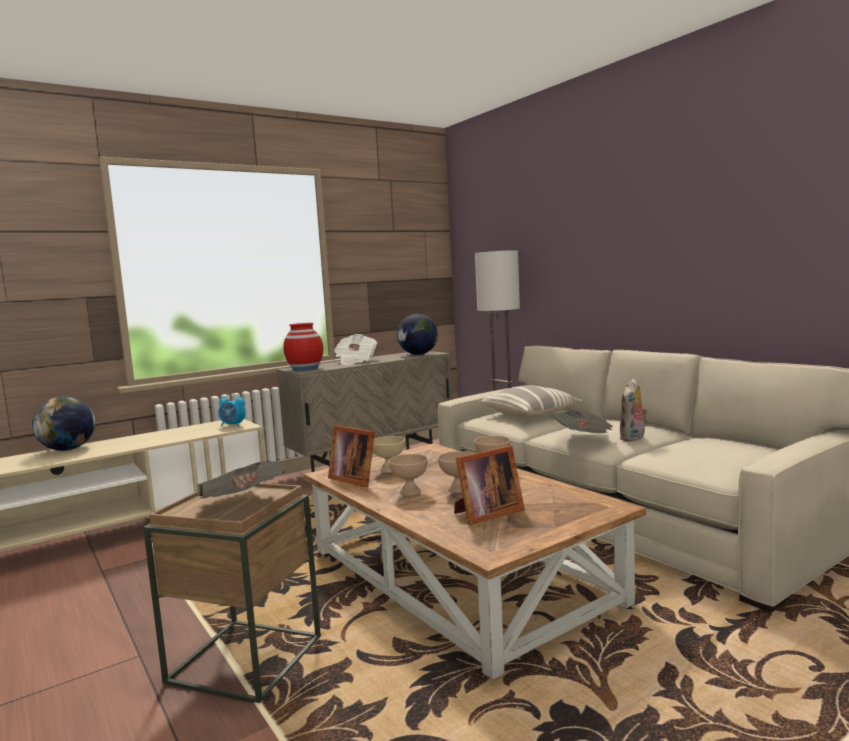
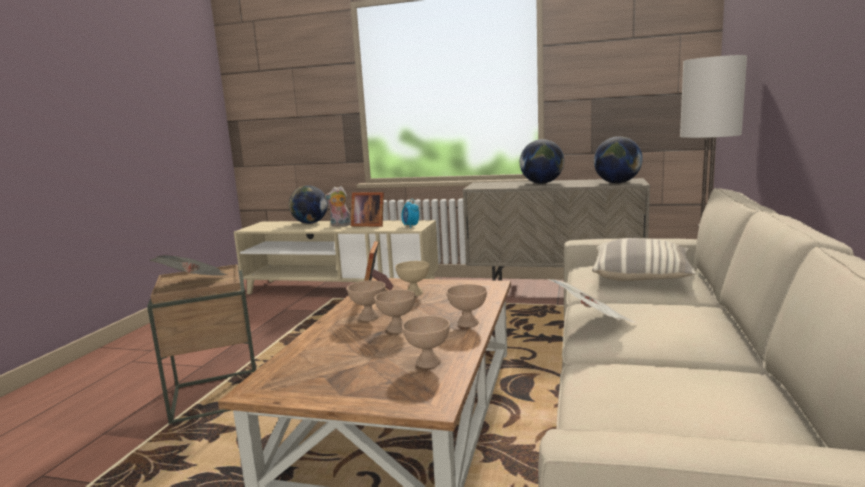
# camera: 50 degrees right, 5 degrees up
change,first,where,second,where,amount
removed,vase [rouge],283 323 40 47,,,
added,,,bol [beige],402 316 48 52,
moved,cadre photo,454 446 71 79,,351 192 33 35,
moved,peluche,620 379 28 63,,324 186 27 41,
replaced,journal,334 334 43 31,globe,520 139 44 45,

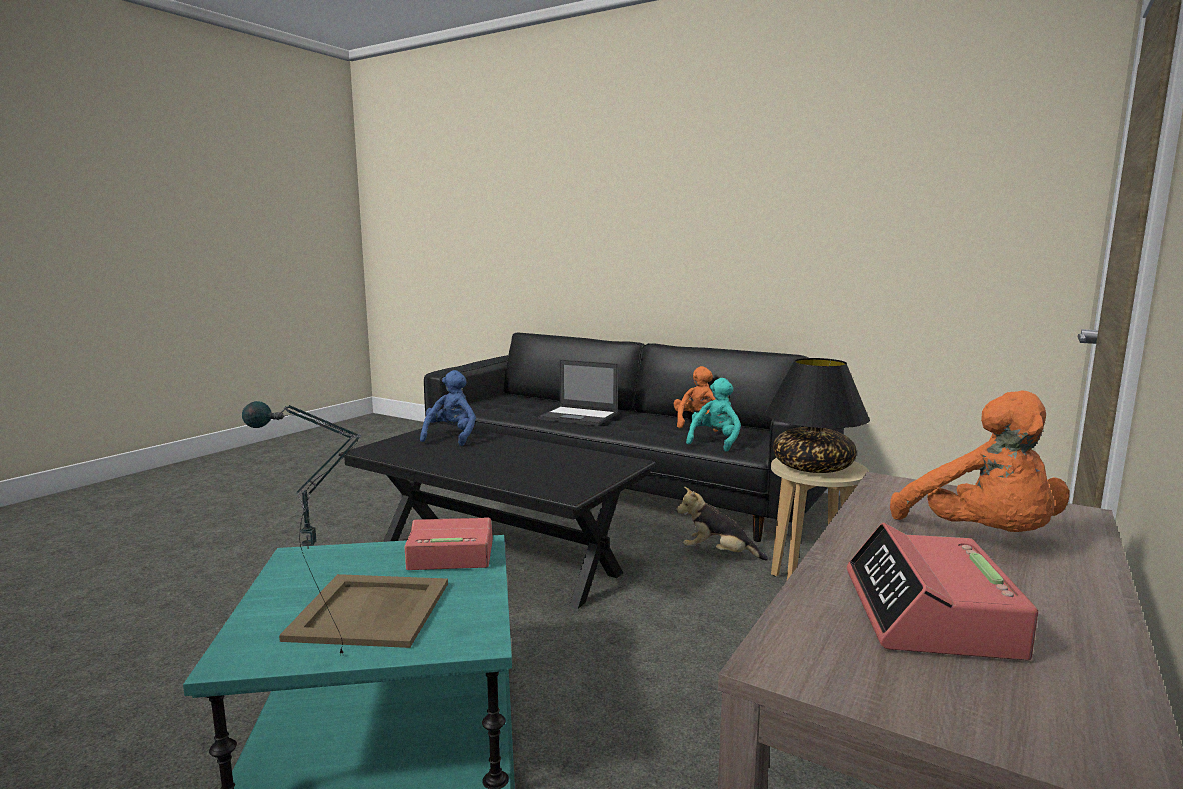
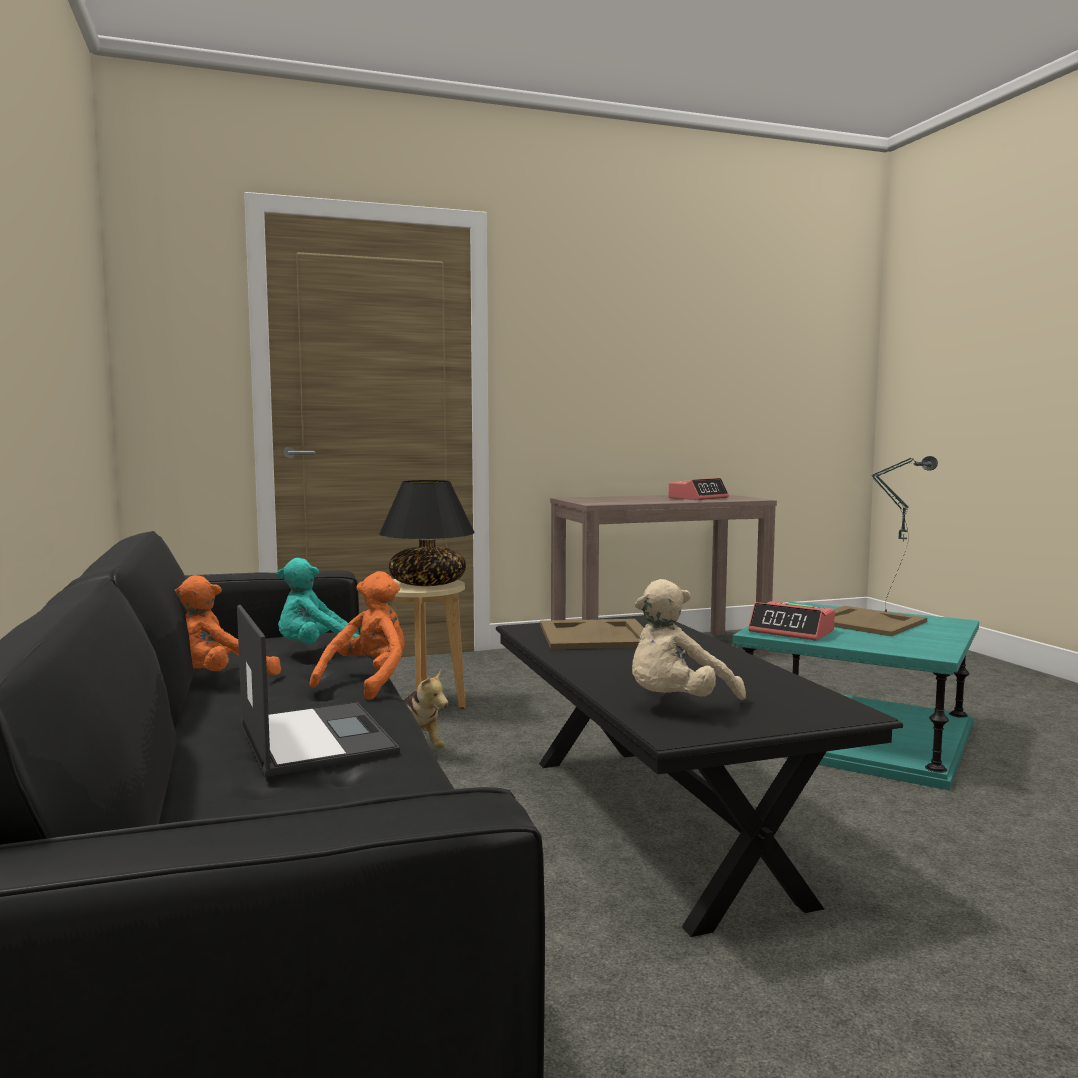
# camera: 140 degrees left, 5 degrees down
change,first,where,second,where,amount
added,,,plateau [beige],540 619 104 30,
moved,peluche [orange],890 390 180 142,,309 571 95 129,
recoloured,peluche [bleu],420 370 56 76,peluche [beige],632 579 114 121,

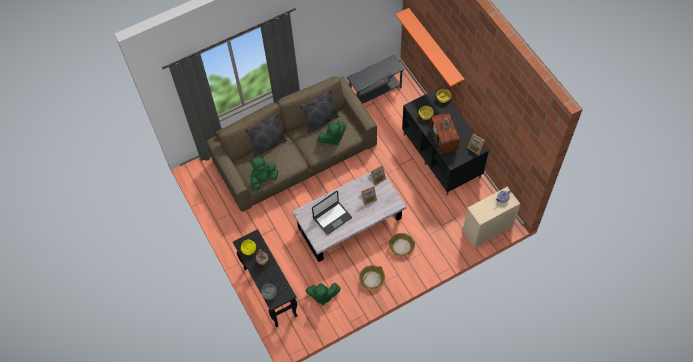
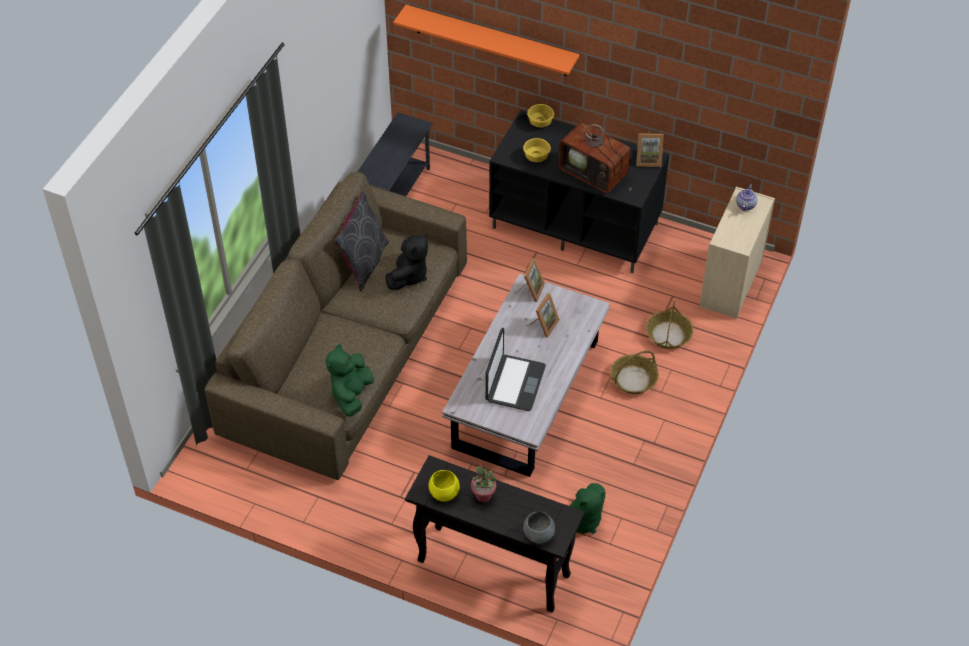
# camera: 40 degrees left, 10 degrees down
change,first,where,second,where,amount
removed,coussin [gris],245 113 42 44,,,
moved,panier,359 265 26 25,,646 301 47 48,
recoloured,peluche [vert],317 121 29 24,peluche [noir],385 233 43 57,

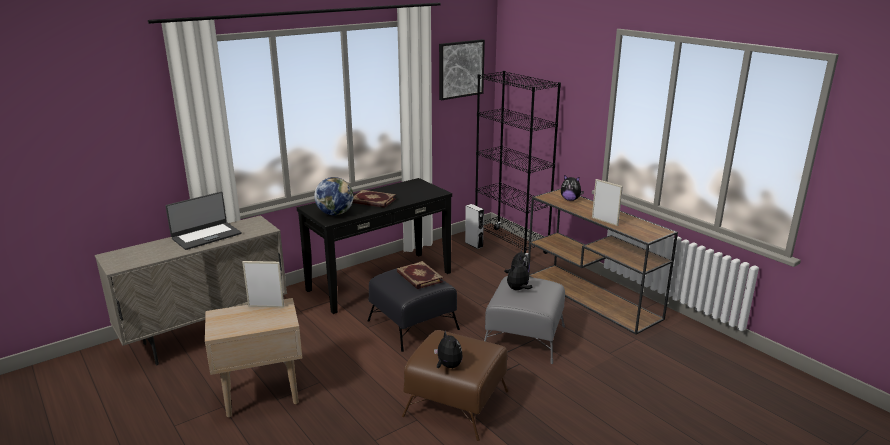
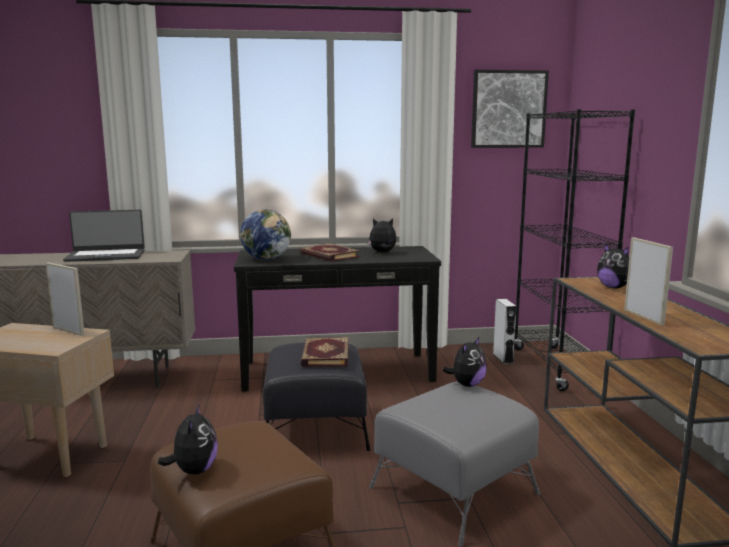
# camera: 30 degrees right, 10 degrees down
change,first,where,second,where,amount
moved,peluche,507 261 26 29,,367 219 29 33,

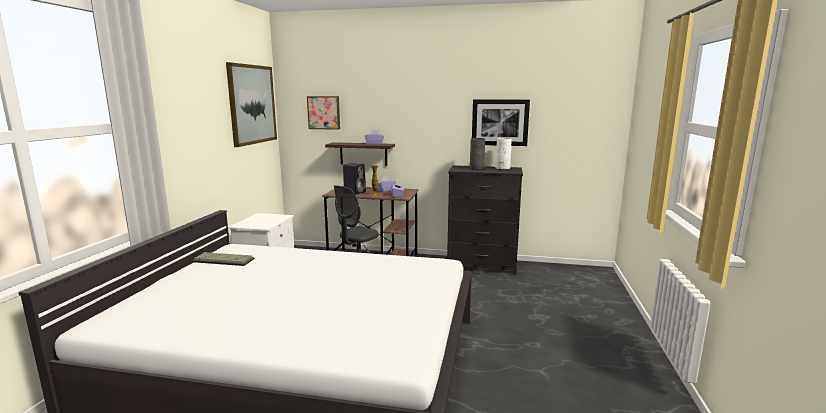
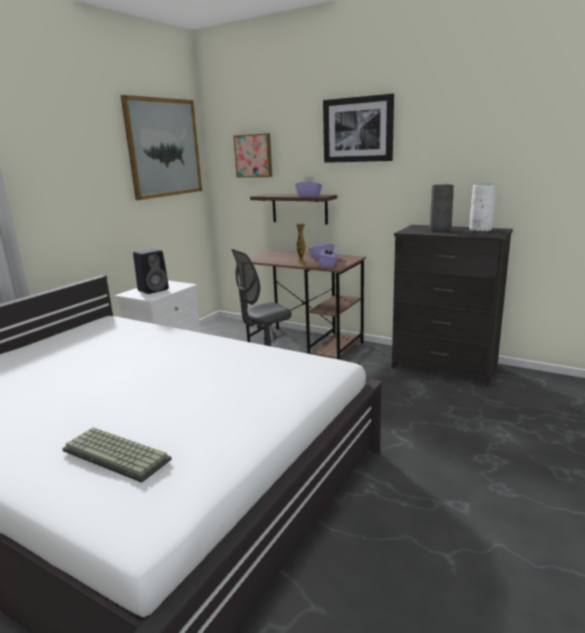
# camera: 20 degrees right, 5 degrees up
change,first,where,second,where,amount
moved,clavier,193 252 62 14,,62 427 110 56,
moved,enceinte [noir],343 163 23 32,,133 248 36 46,
moved,tableau,472 99 58 47,,323 94 71 69,

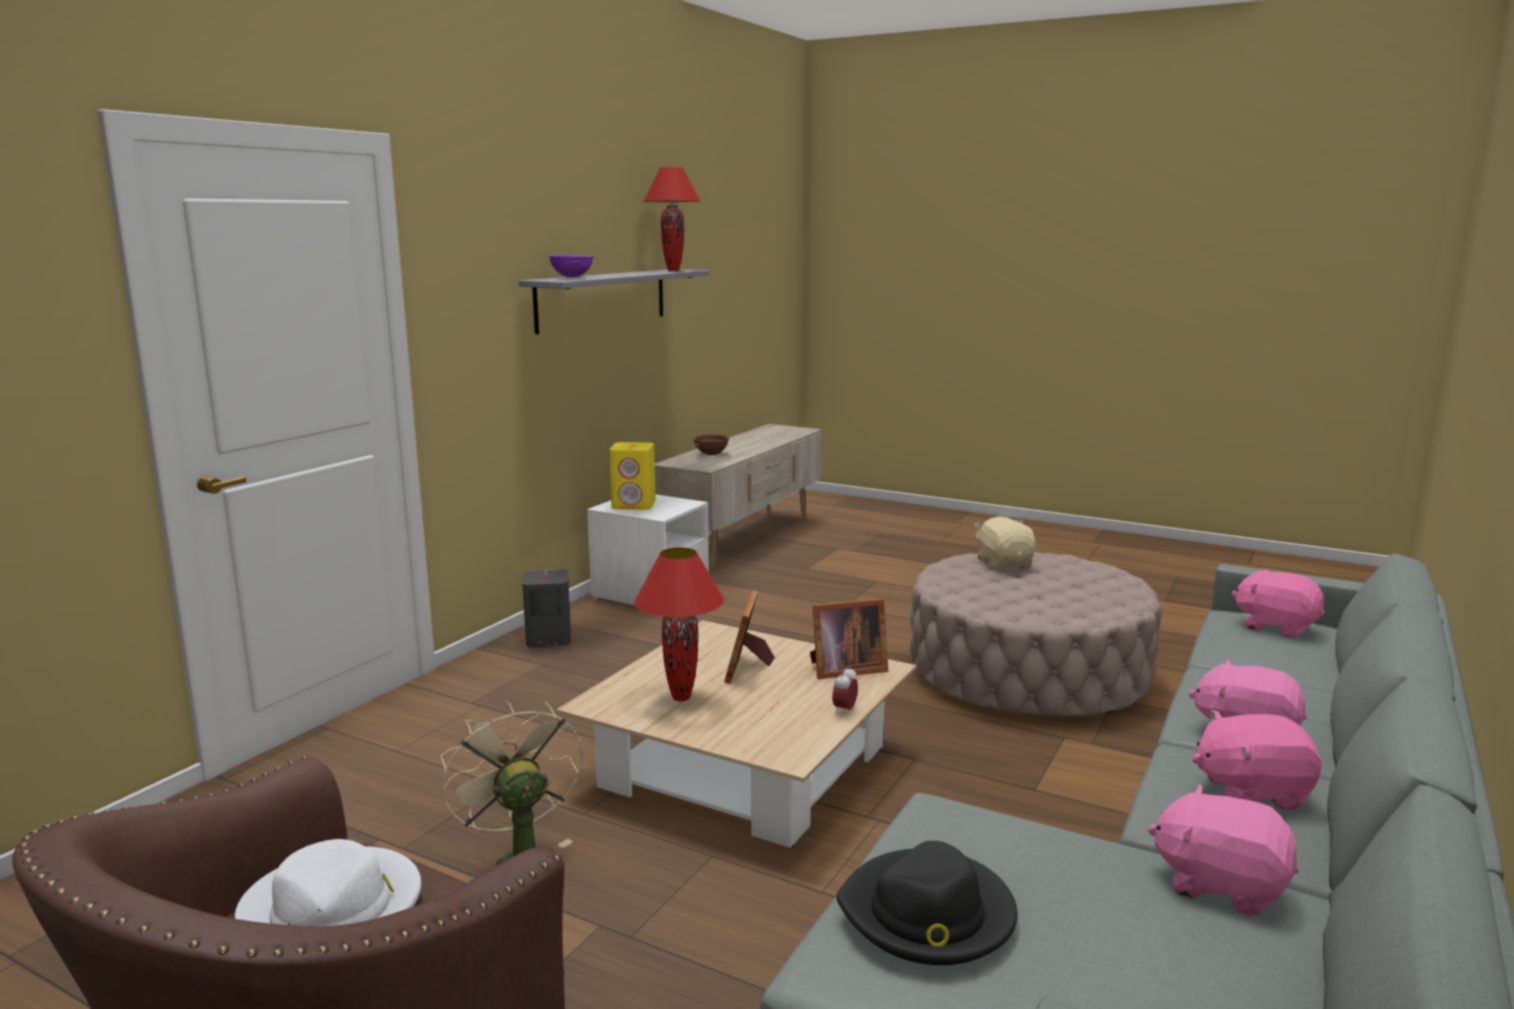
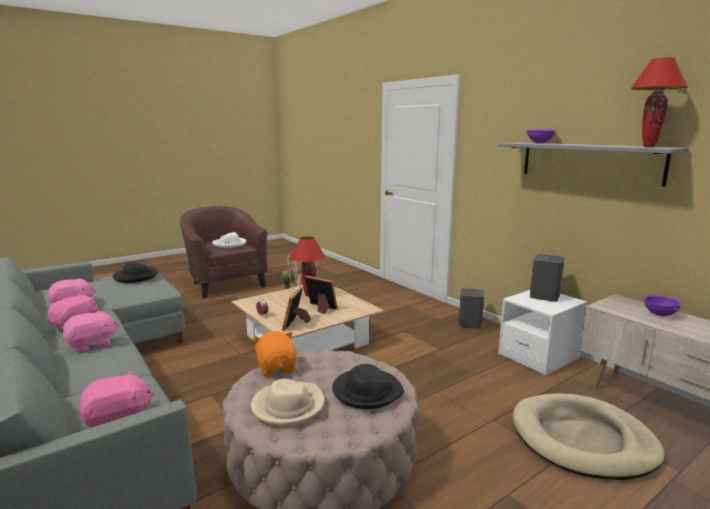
# camera: 115 degrees right, 0 degrees up
change,first,where,second,where,amount
added,,,chapeau [beige],251 379 74 47,
added,,,peluche [orange],252 331 45 45,
added,,,panier pour chien [beige],512 393 153 87,
replaced,peluche [beige],974 517 62 53,chapeau [noir],332 364 72 45,
recoloured,enceinte [jaune],609 442 47 68,enceinte [gris],530 254 34 48,
recoloured,bol [marron],693 434 36 21,bol [violet],643 295 39 21,

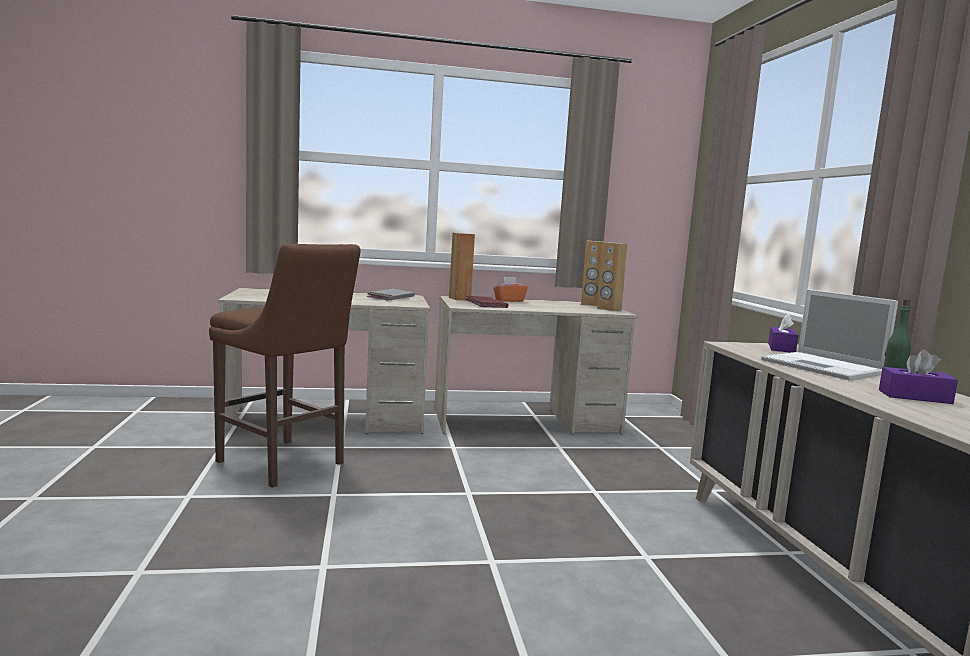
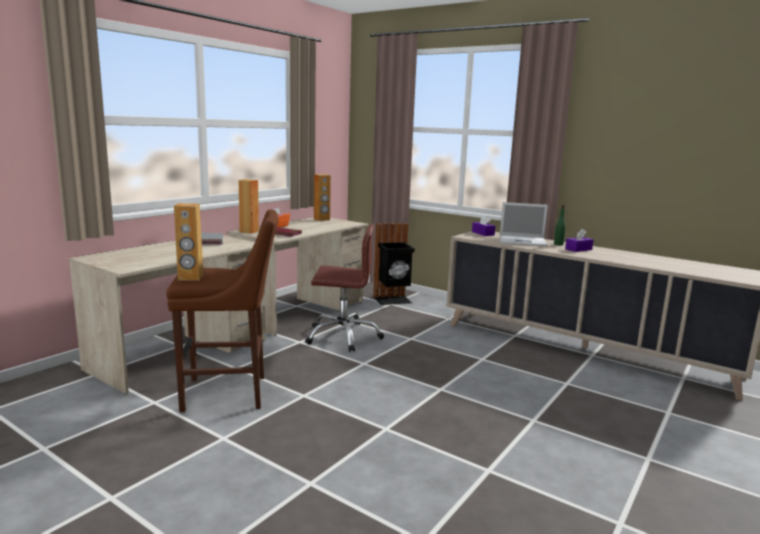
# camera: 45 degrees left, 5 degrees up
change,first,where,second,where,amount
added,,,chaise de bureau [marron],305 224 79 128,
added,,,poubelle [noir],373 223 42 82,
moved,enceinte [marron],597 242 30 69,,174 203 30 78,

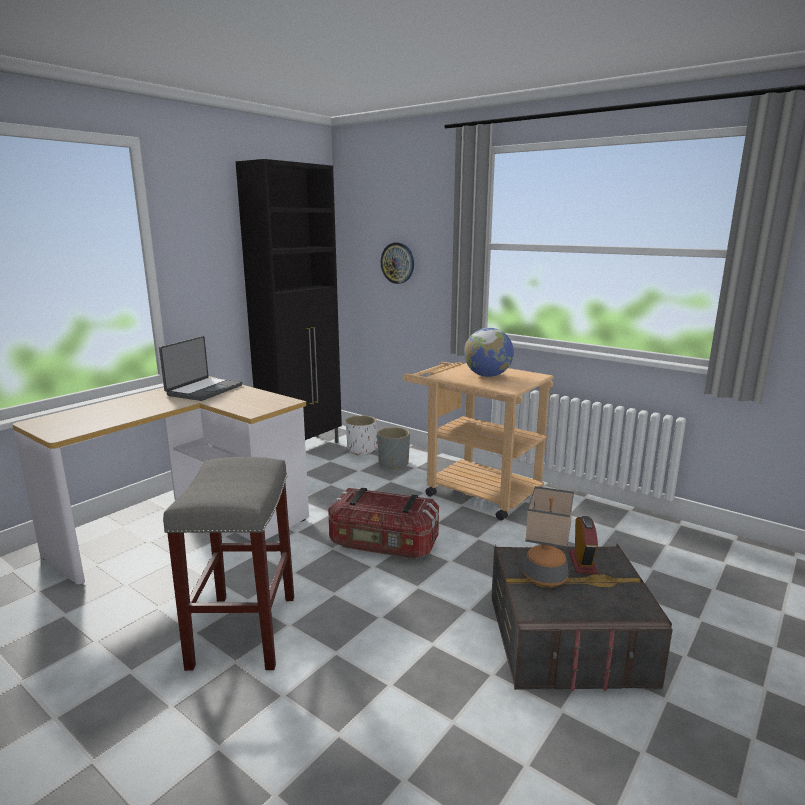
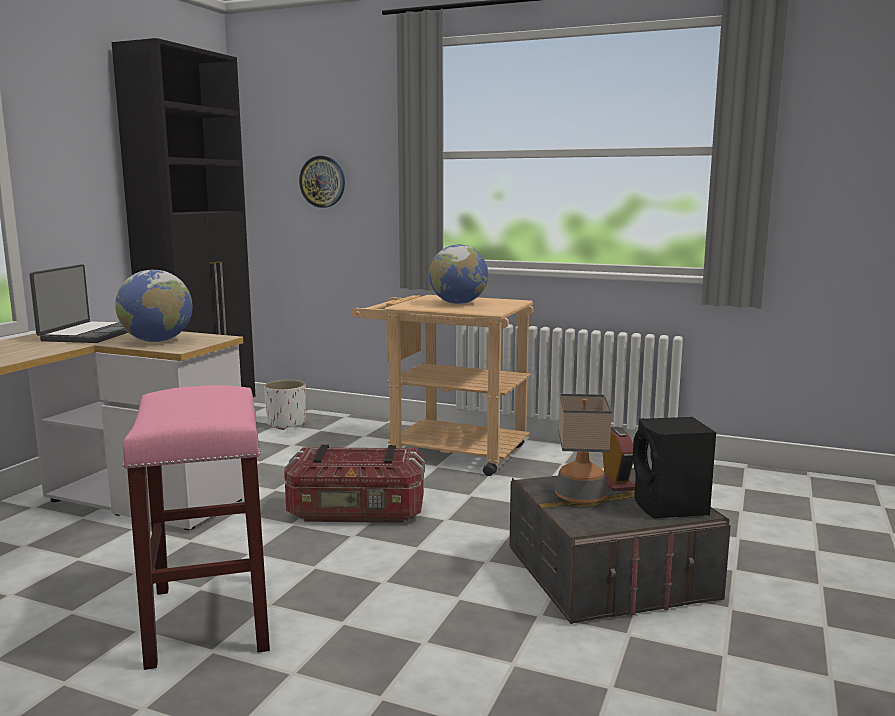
# camera: 15 degrees left, 5 degrees down
change,first,where,second,where,amount
removed,cache-pot [gris],377 427 33 43,,,
added,,,globe,115 270 78 72,
added,,,enceinte [noir],633 417 83 102,
recoloured,tabouret [gris],163 457 131 214,tabouret [rose],123 385 147 285,

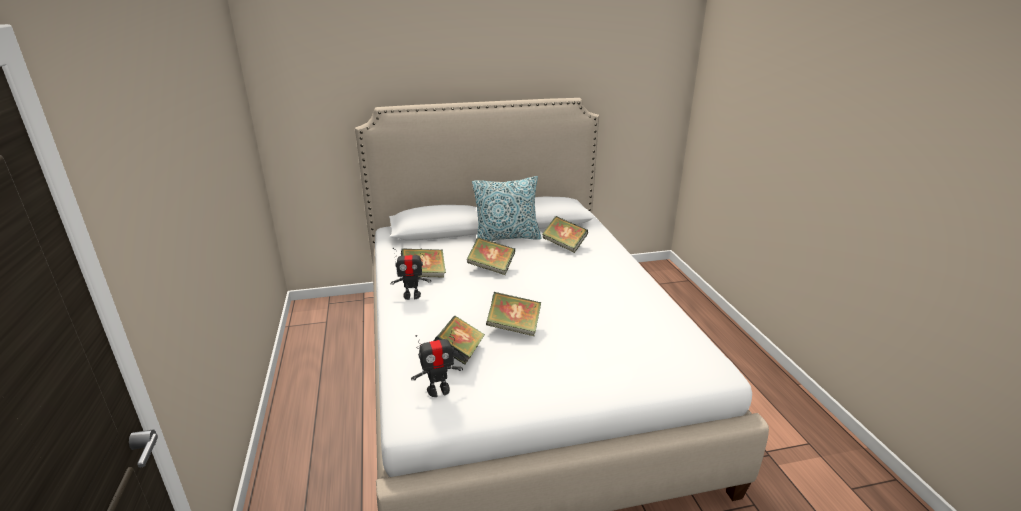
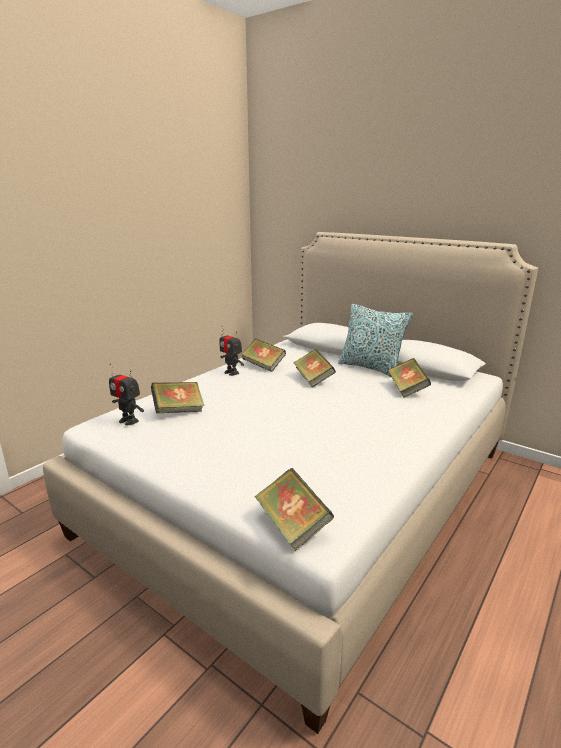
# camera: 50 degrees right, 5 degrees down
change,first,where,second,where,amount
moved,livre,486 292 56 44,,255 468 79 83,

